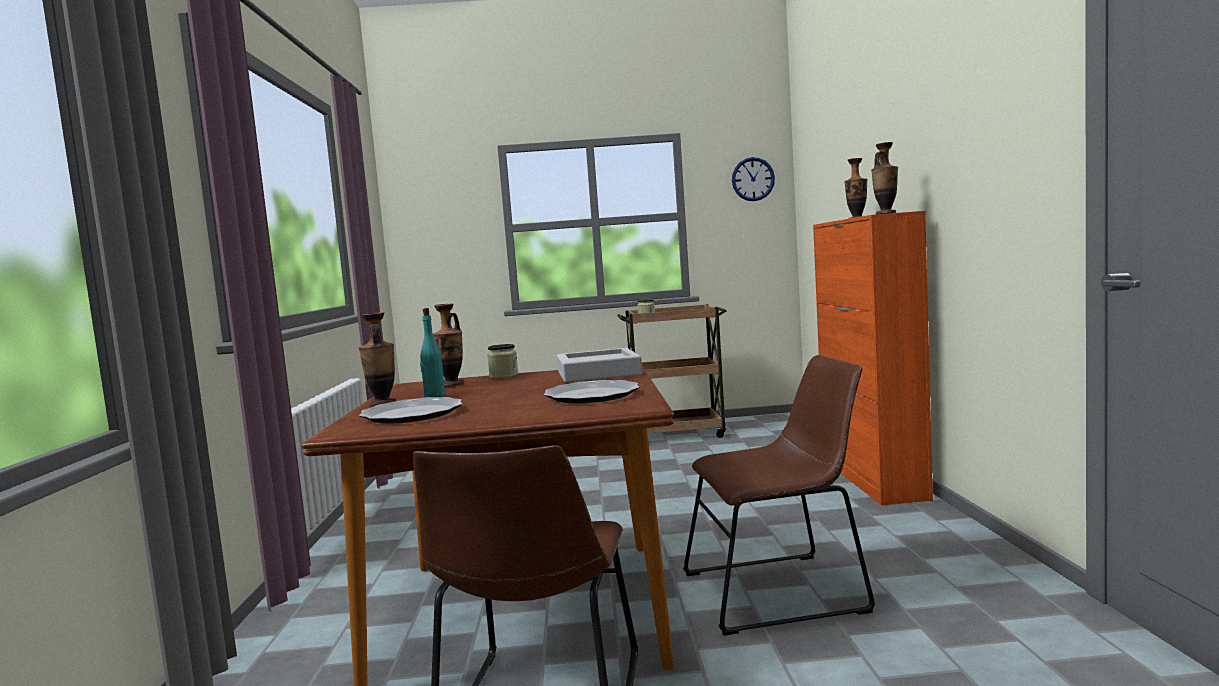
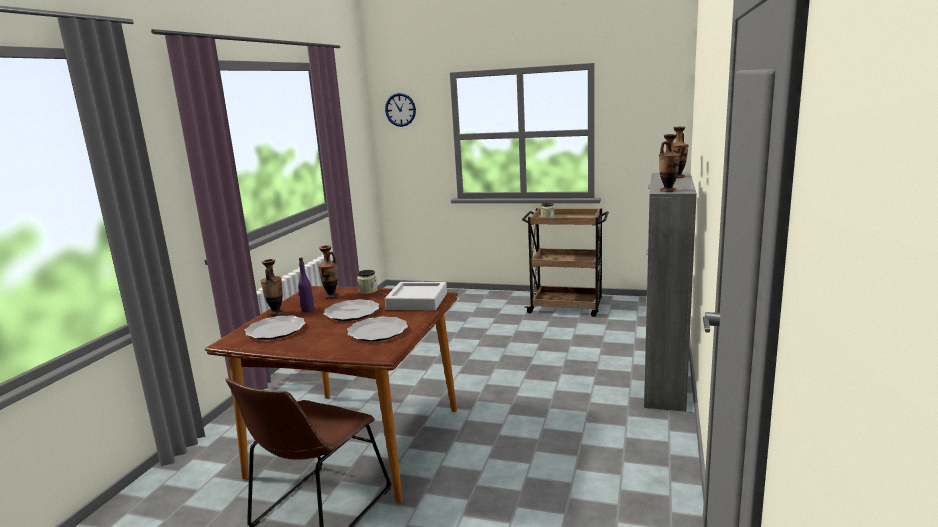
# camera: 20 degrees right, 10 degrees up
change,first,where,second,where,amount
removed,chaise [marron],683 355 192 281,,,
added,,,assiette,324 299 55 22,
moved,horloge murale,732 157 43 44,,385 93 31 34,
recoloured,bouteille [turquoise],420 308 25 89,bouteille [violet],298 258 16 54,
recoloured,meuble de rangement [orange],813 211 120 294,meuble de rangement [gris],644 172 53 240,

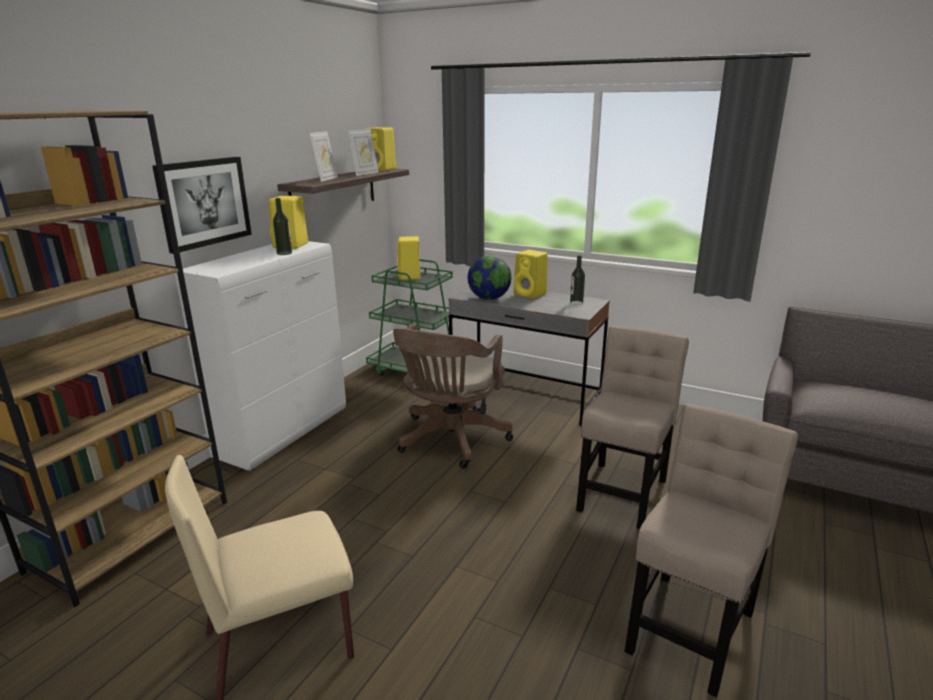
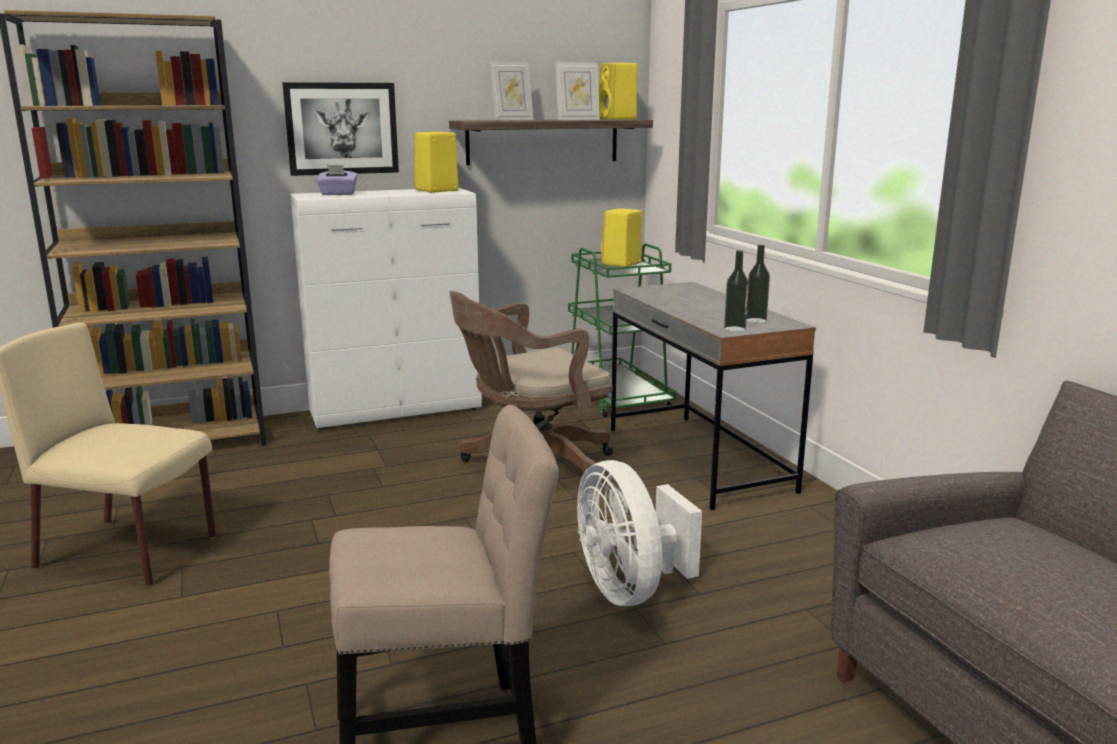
# camera: 40 degrees right, 5 degrees down
change,first,where,second,where,amount
removed,globe,468 256 43 44,,,
removed,enceinte [jaune],514 250 33 49,,,
added,,,boîte à mouchoirs [violet],317 165 40 30,
moved,bouteille,273 198 19 57,,724 250 25 82,
replaced,chaise [beige],576 326 113 203,ventilateur [blanc],577 460 125 146,

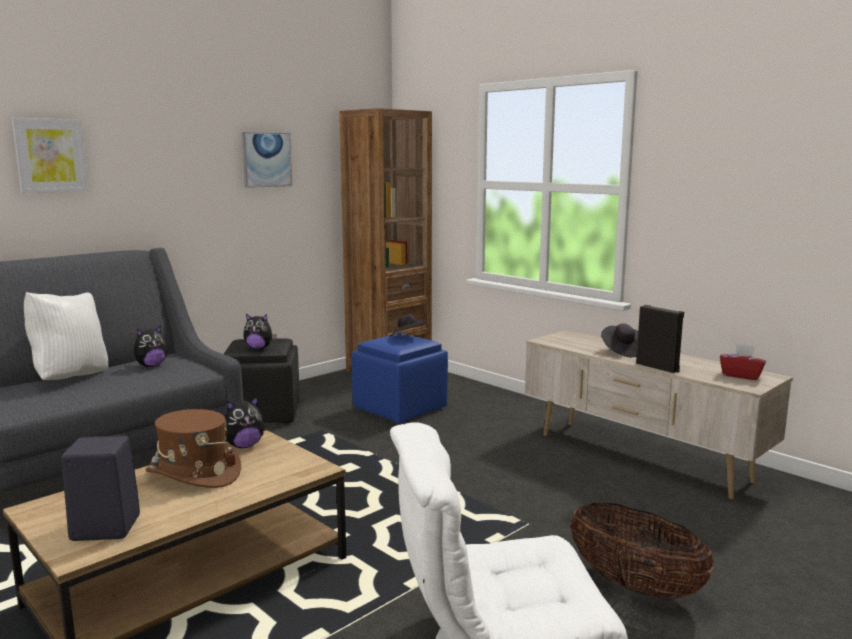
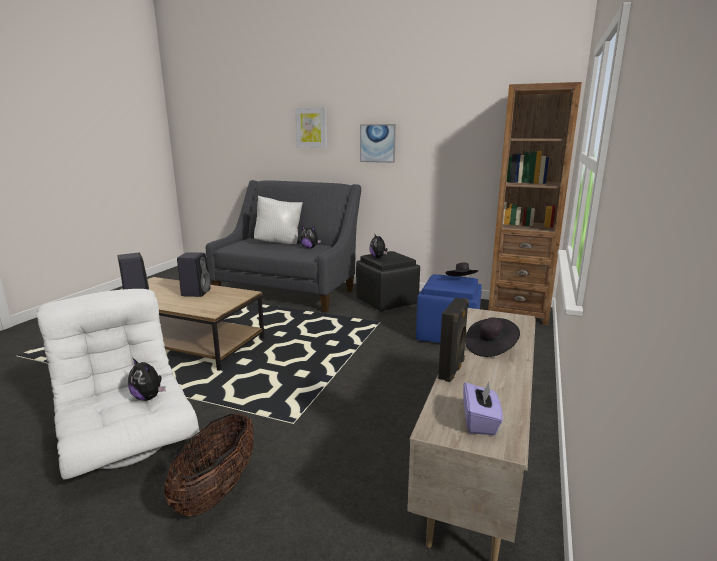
# camera: 65 degrees right, 5 degrees up
change,first,where,second,where,amount
moved,peluche,225 396 39 52,,128 358 37 43,
moved,tableau,242 132 50 56,,360 124 36 39,
replaced,chapeau [marron],145 409 96 79,enceinte [noir],177 252 33 45,
recoloured,boîte à mouchoirs [rouge],720 344 46 36,boîte à mouchoirs [violet],463 382 40 53,

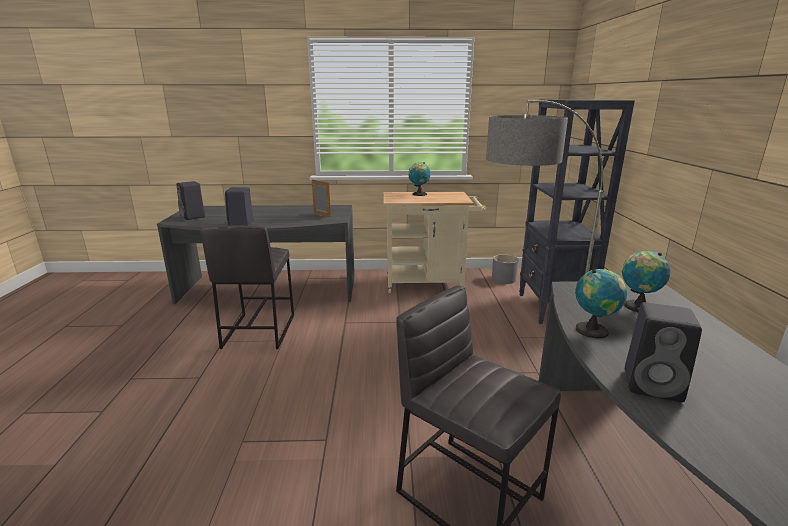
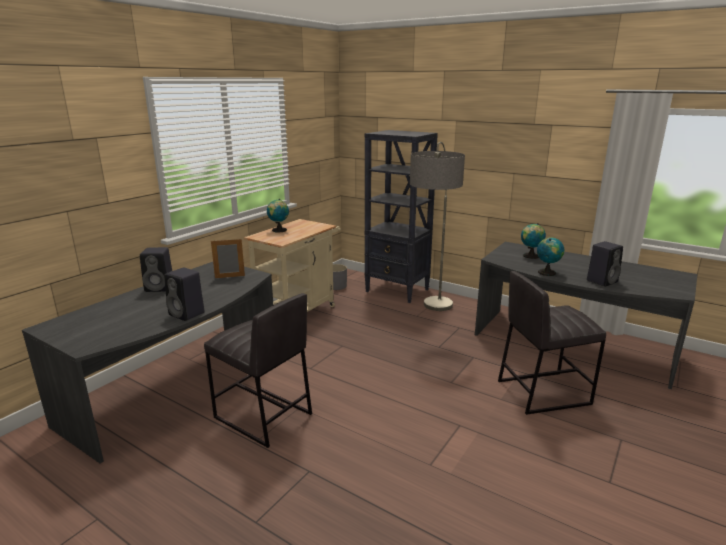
# camera: 55 degrees left, 0 degrees up
change,first,where,second,where,amount
moved,enceinte [noir],177 181 28 39,,140 247 32 45,

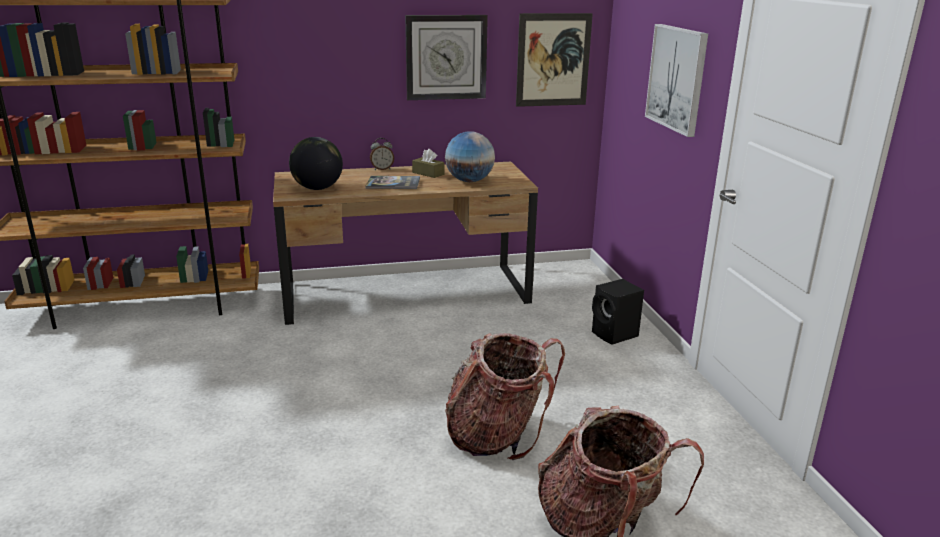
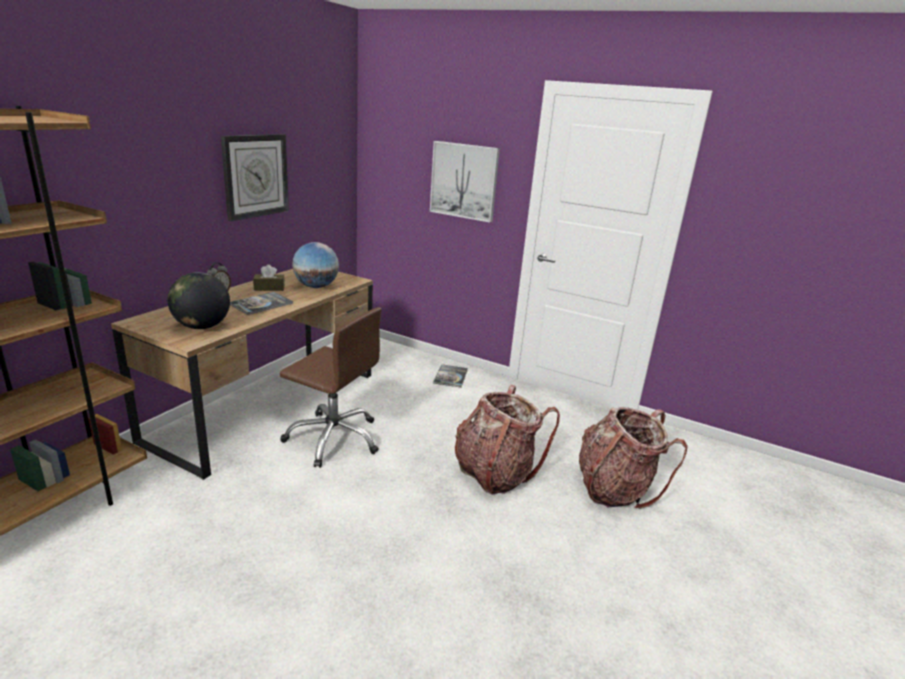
# camera: 50 degrees left, 0 degrees up
change,first,where,second,where,amount
removed,tableau,516 13 77 94,,,
added,,,chaise de bureau [marron],280 307 102 161,
replaced,enceinte [noir],592 279 52 66,livre,433 364 35 24,

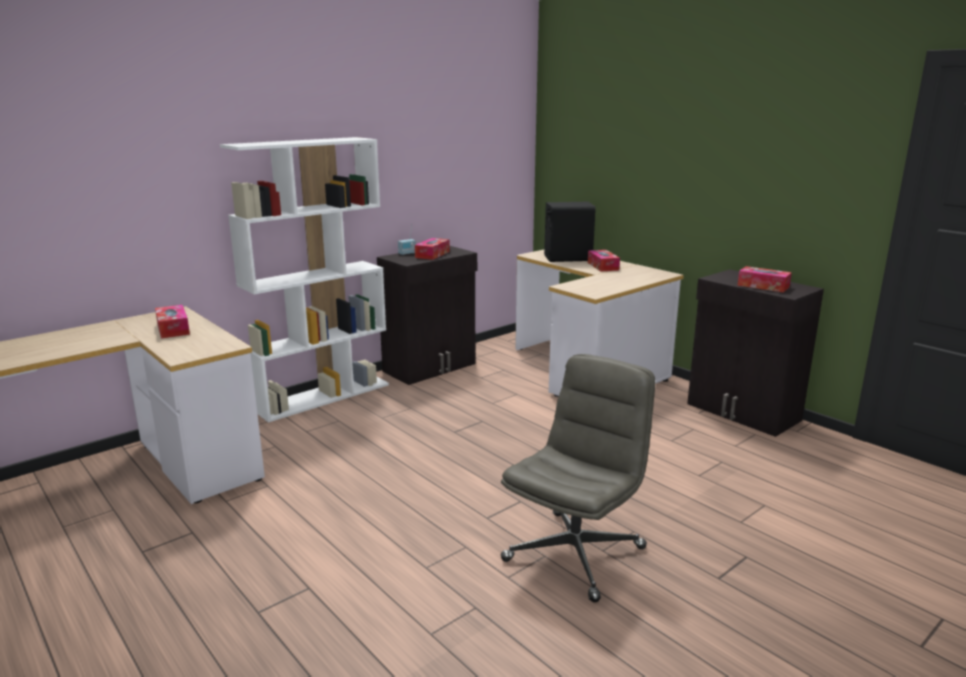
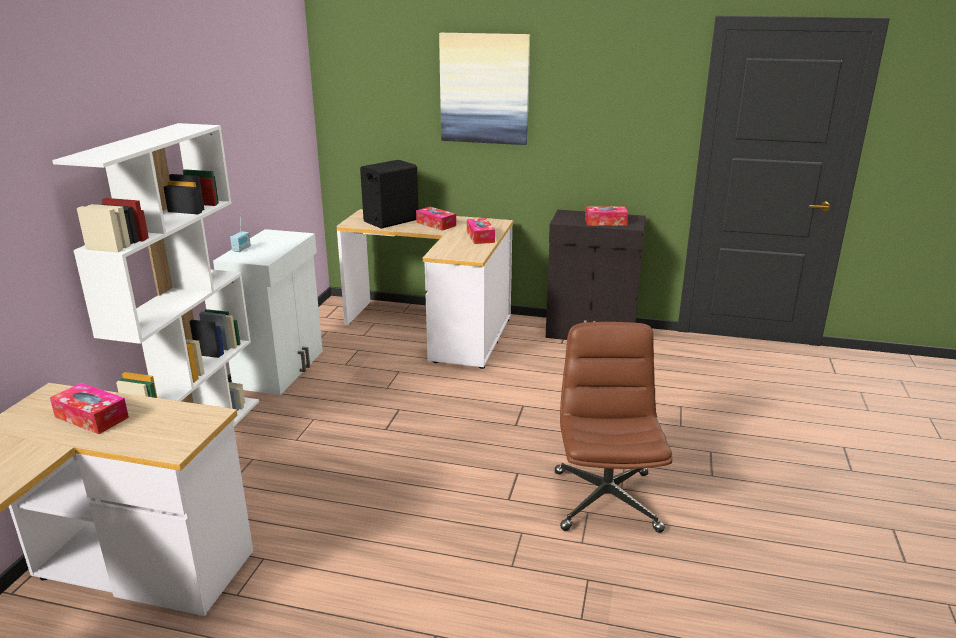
# camera: 35 degrees left, 5 degrees up
change,first,where,second,where,amount
added,,,tableau,439 33 91 112,
moved,boîte à mouchoirs,415 238 35 22,,467 218 28 26,
recoloured,meuble de rangement [noir],377 246 100 139,meuble de rangement [blanc],213 229 110 166,
recoloured,chaise de bureau [gris],501 354 154 248,chaise de bureau [marron],555 322 117 211,

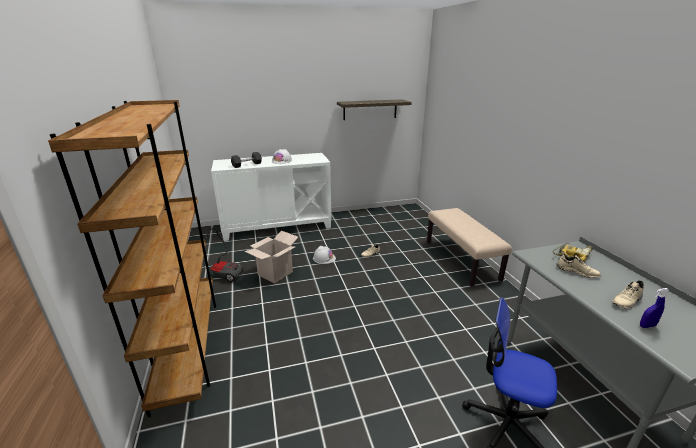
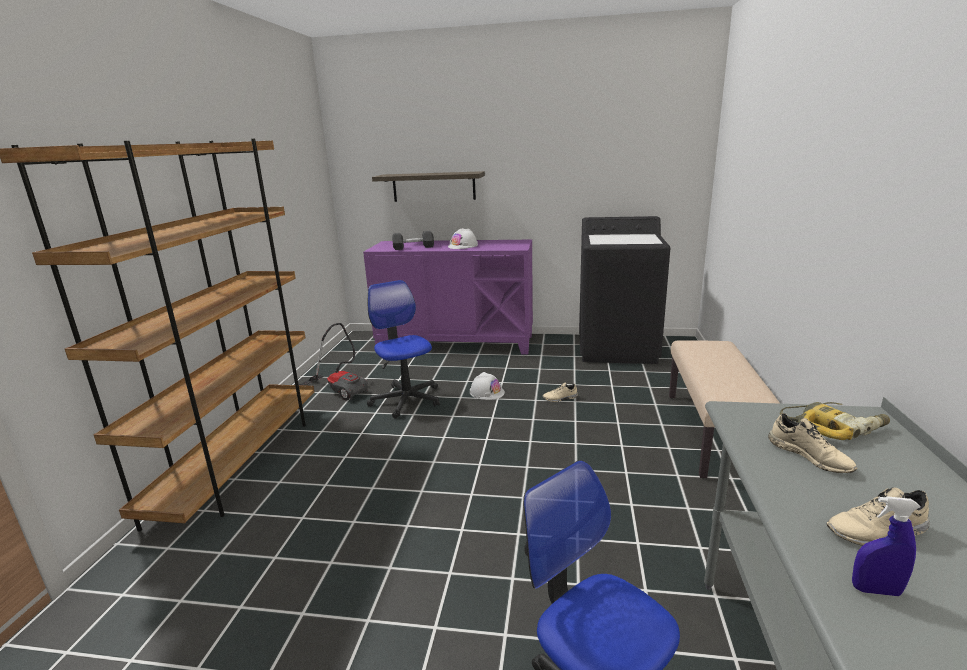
# camera: 25 degrees right, 5 degrees down
change,first,where,second,where,amount
added,,,lave-linge [noir],579 216 91 148,
moved,étagère,337 99 75 21,,372 171 113 31,
replaced,carton,244 230 54 53,chaise de bureau,367 280 73 139,
recoloured,meuble de rangement [blanc],211 153 121 88,meuble de rangement [violet],363 240 170 115,

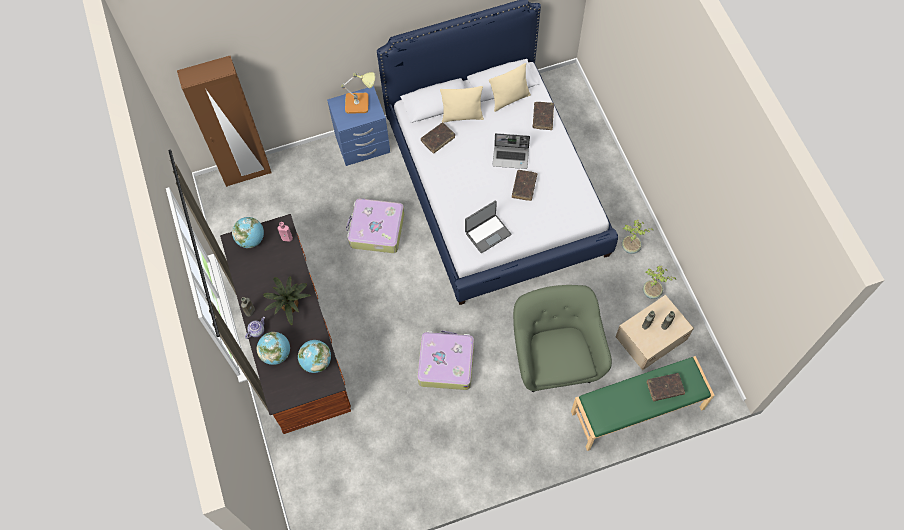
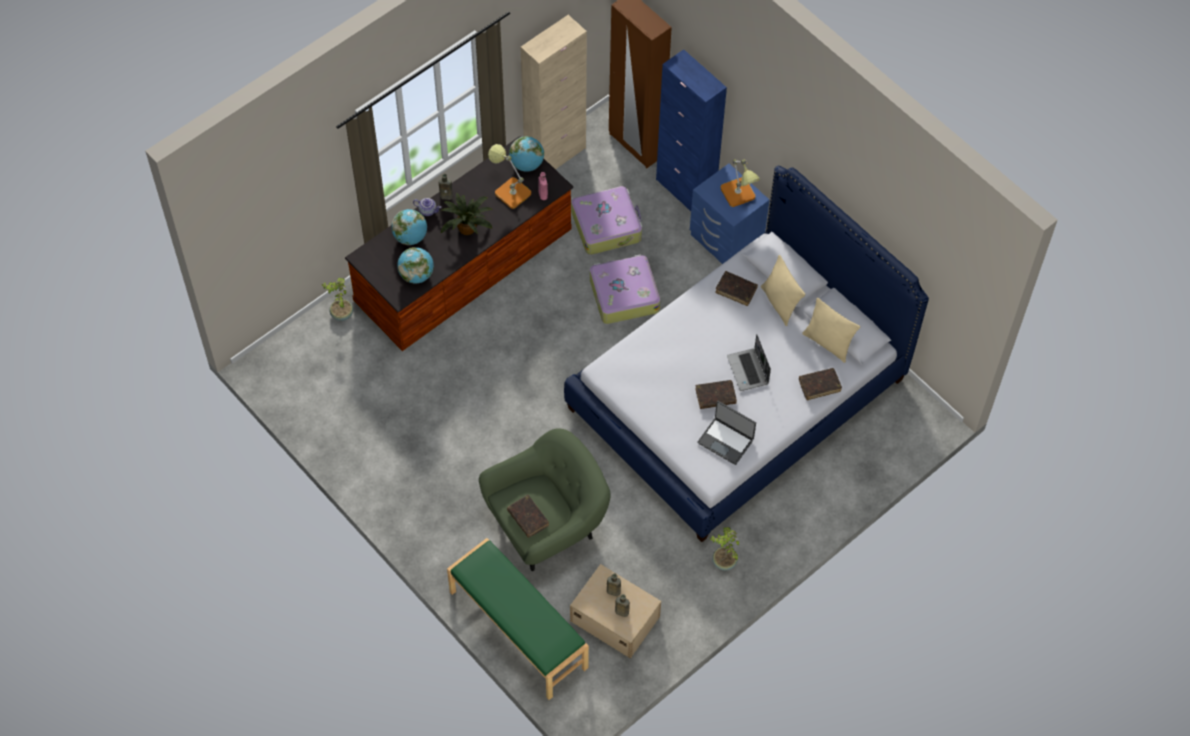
# camera: 65 degrees right, 5 degrees down
change,first,where,second,where,amount
added,,,lampe de table,488 144 43 65,
added,,,meuble de rangement [beige],520 15 67 154,
added,,,meuble de rangement [bleu],656 49 71 162,
moved,valise,417 331 57 59,,571 186 72 69,
moved,ordinateur portable,465 200 47 53,,697 401 59 64,
moved,plante en pot,643 266 33 33,,322 278 31 43,
moved,livre [marron],647 373 38 28,,507 495 42 43,

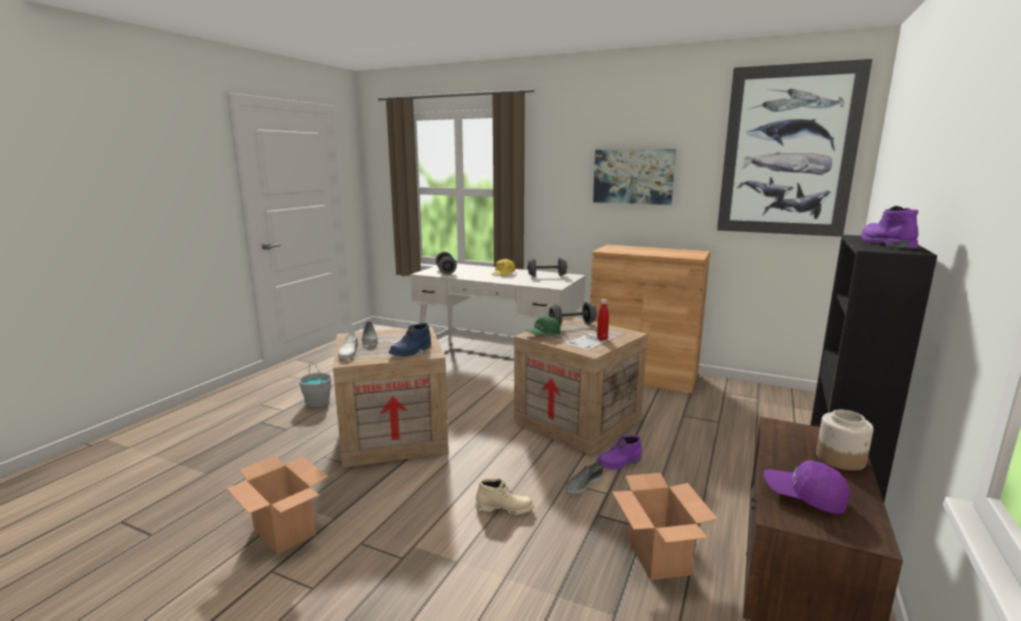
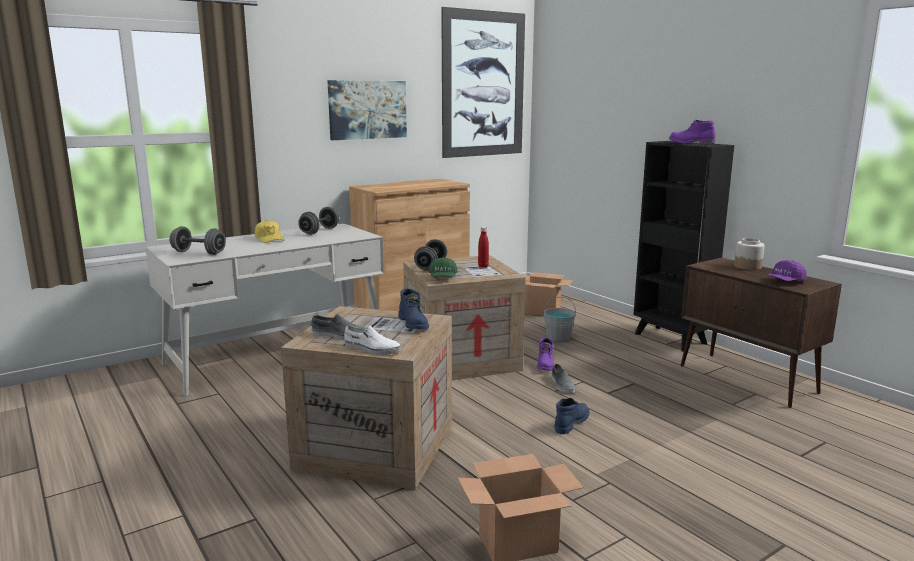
# camera: 60 degrees left, 0 degrees up
change,first,where,second,where,amount
moved,seau [gris],299 362 33 45,,543 297 33 45,
moved,carton,612 473 105 107,,519 272 54 44,
recoloured,botte [beige],476 478 58 36,botte [bleu],554 398 36 36,

